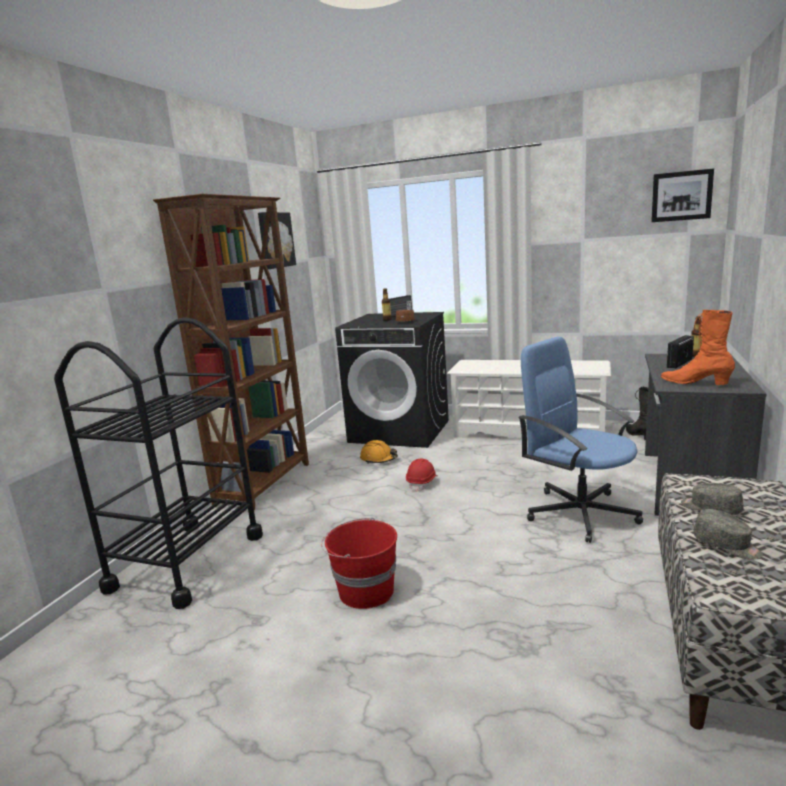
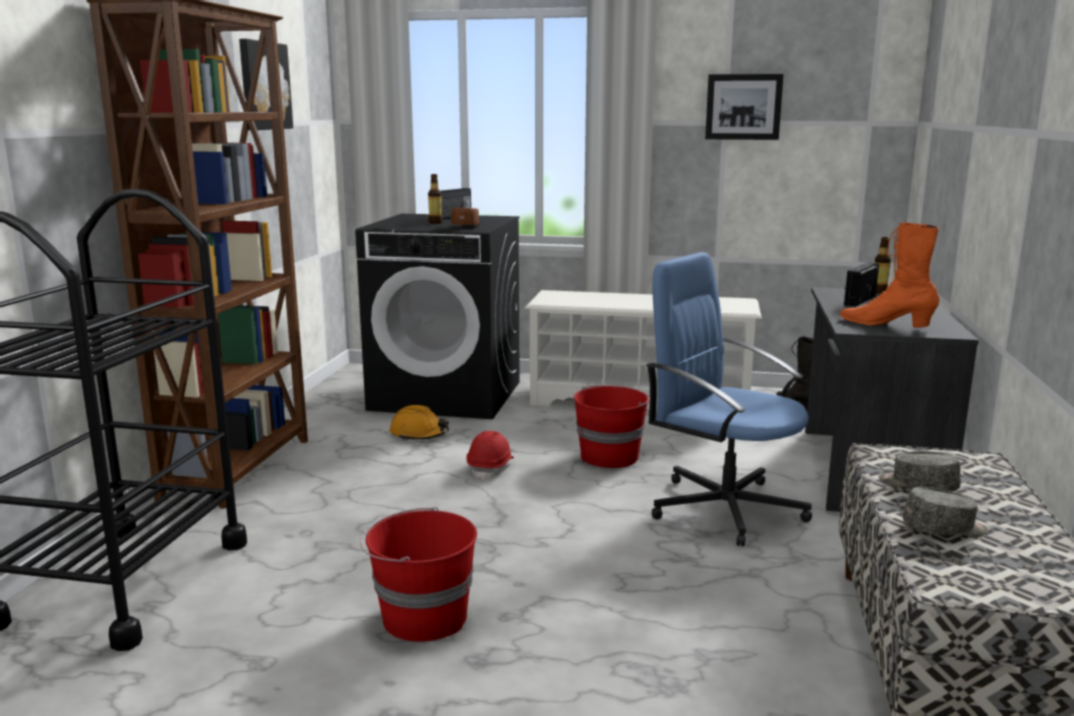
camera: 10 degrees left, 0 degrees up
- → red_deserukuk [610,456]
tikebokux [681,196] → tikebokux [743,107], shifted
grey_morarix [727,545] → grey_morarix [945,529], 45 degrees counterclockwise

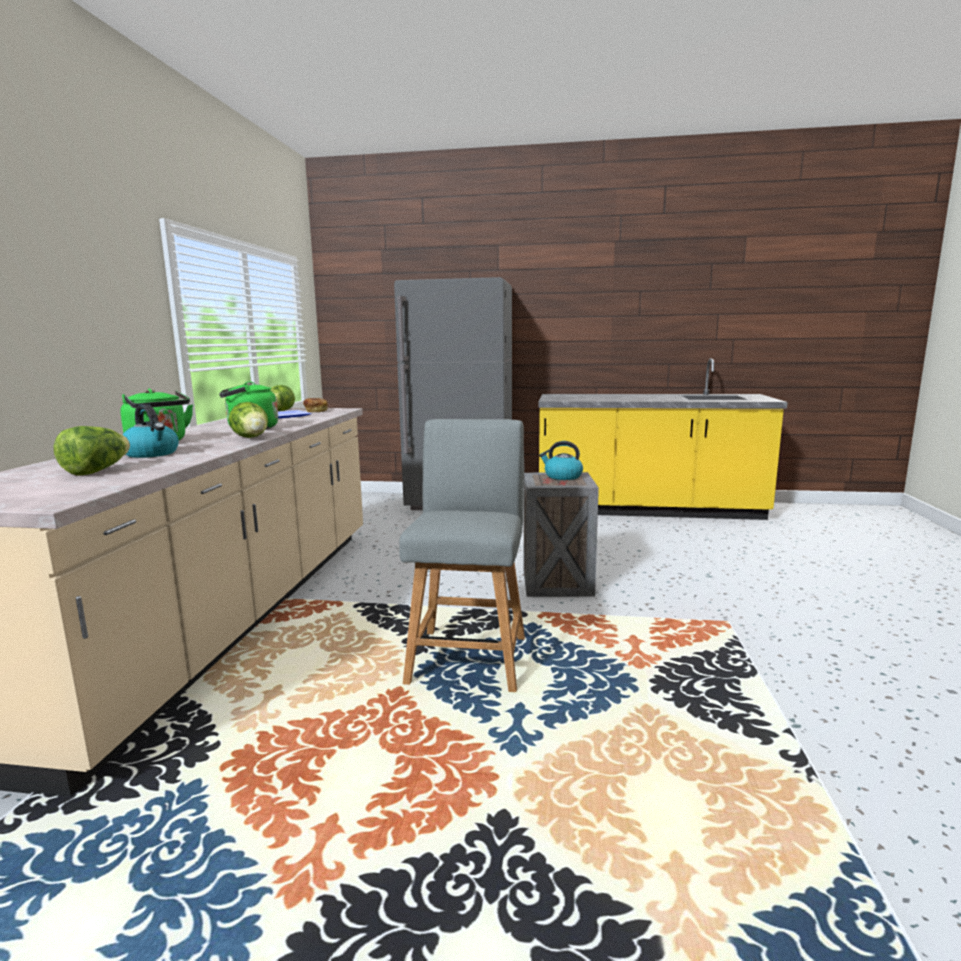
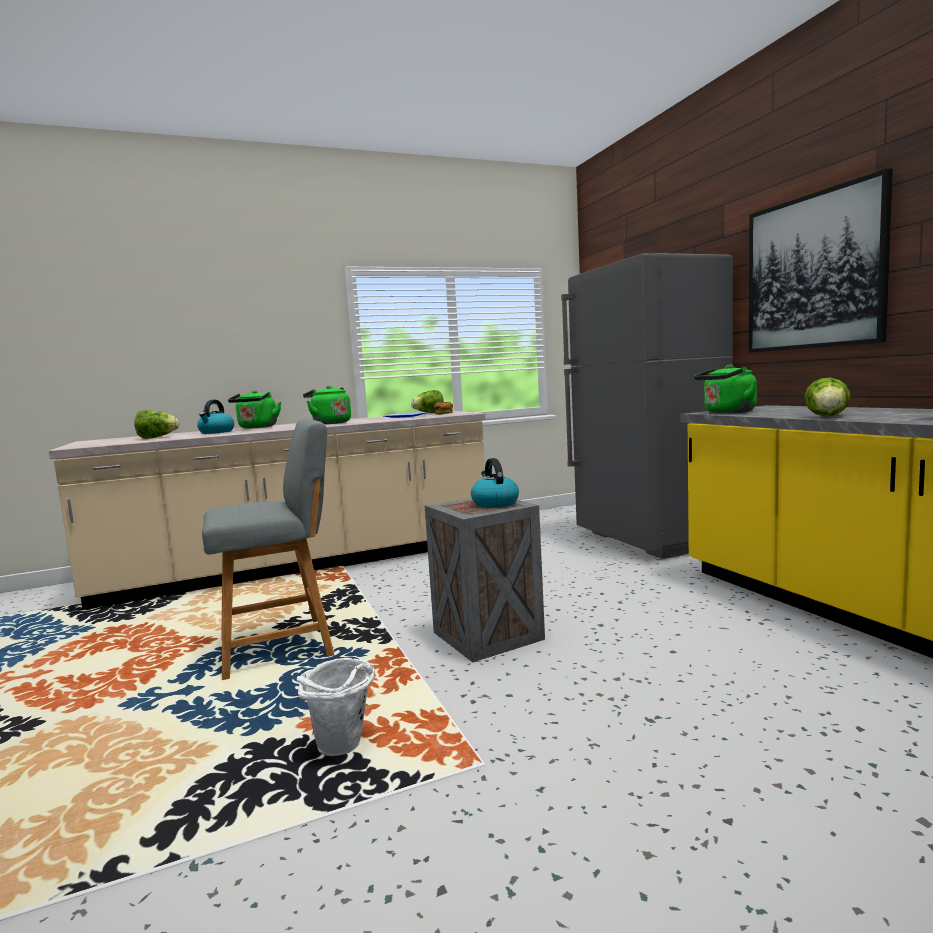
camera: 60 degrees right, 5 degrees down
- → white_deserukuk [343,750]
- → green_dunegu [727,412]
- → tikebokux [814,272]
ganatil [252,438] → ganatil [828,416], shifted

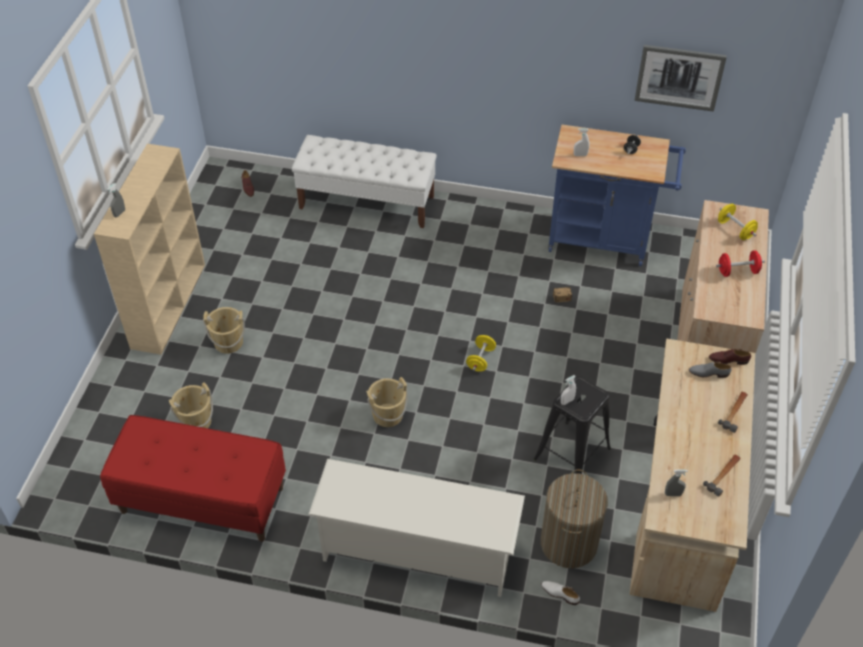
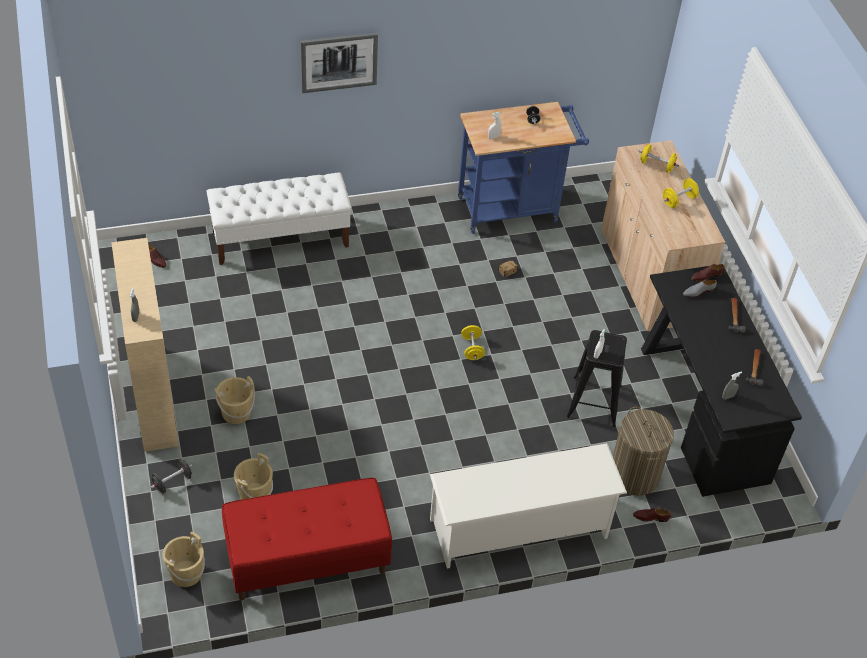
camera: 30 degrees left, 0 degrees up
- → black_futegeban [172,482]
beige_deserukuk [387,415] → beige_deserukuk [186,573], shifted
tikebokux [679,77] → tikebokux [339,62], shifted
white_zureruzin [560,594] → brown_zureruzin [651,517]
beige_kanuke [682,504] → black_kanuke [701,410]
red_futegeban [737,271] → yellow_futegeban [679,200]

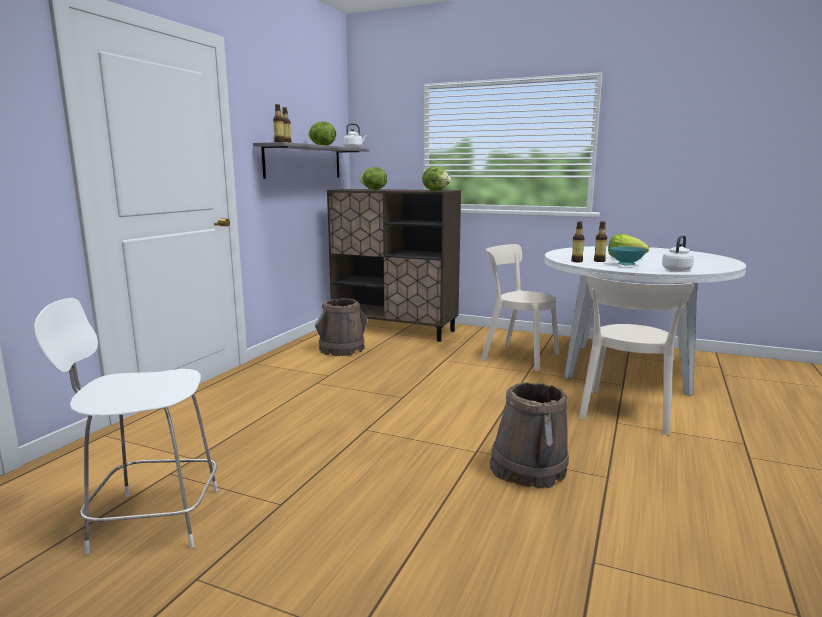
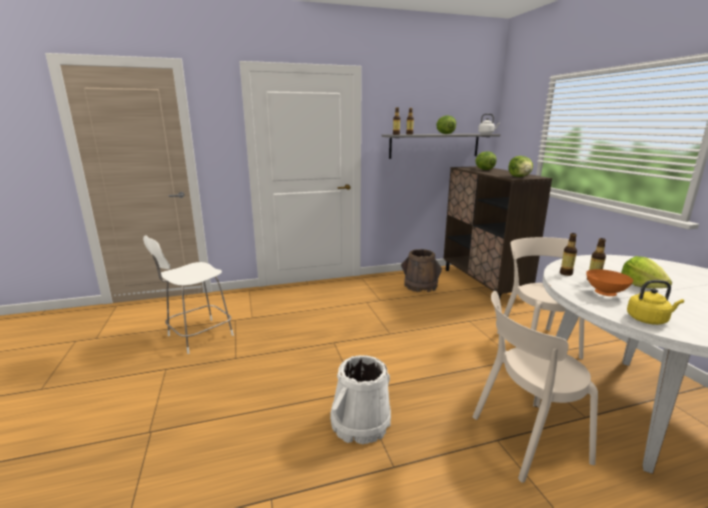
camera: 50 degrees right, 5 degrees up
brown_deserukuk [528,469] → white_deserukuk [360,422]
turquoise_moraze [626,265] → orange_moraze [605,293]
white_dunegu [677,269] → yellow_dunegu [648,319]
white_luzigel [151,519] → white_luzigel [198,336], 90 degrees counterclockwise

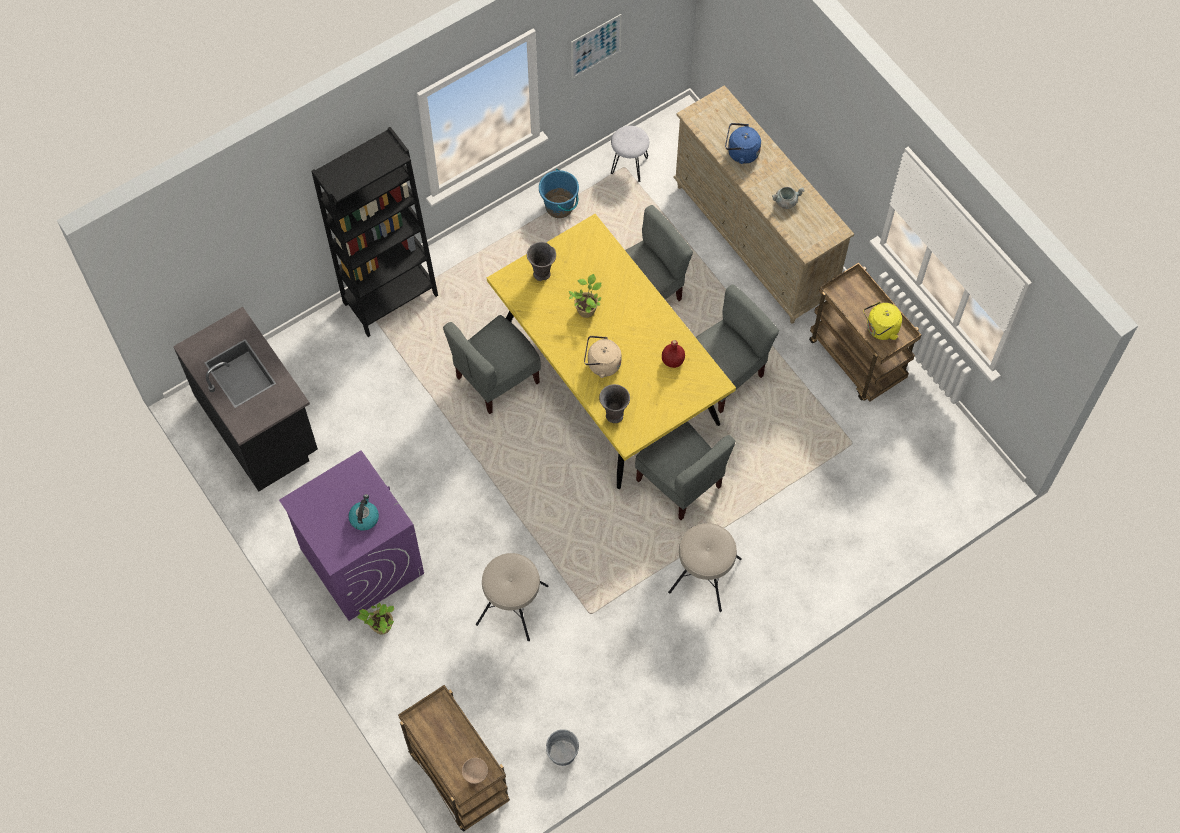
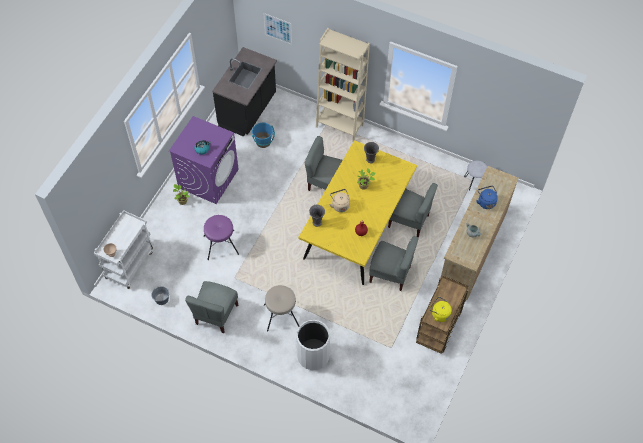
camera: 60 degrees right, 5 degrees down
- → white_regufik [313,355]
blue_deserukuk [559,207] → blue_deserukuk [263,142], shifted
tikebokux [596,46] → tikebokux [278,28], shifted
grey_luzigel [680,482] → grey_luzigel [216,314], shifted
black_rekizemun [390,299] → beige_rekizemun [339,125]
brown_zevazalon [457,776] → white_zevazalon [129,263]
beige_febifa [513,605] → purple_febifa [221,245]

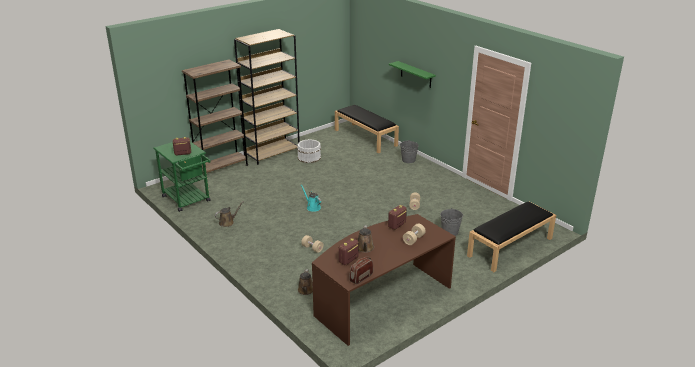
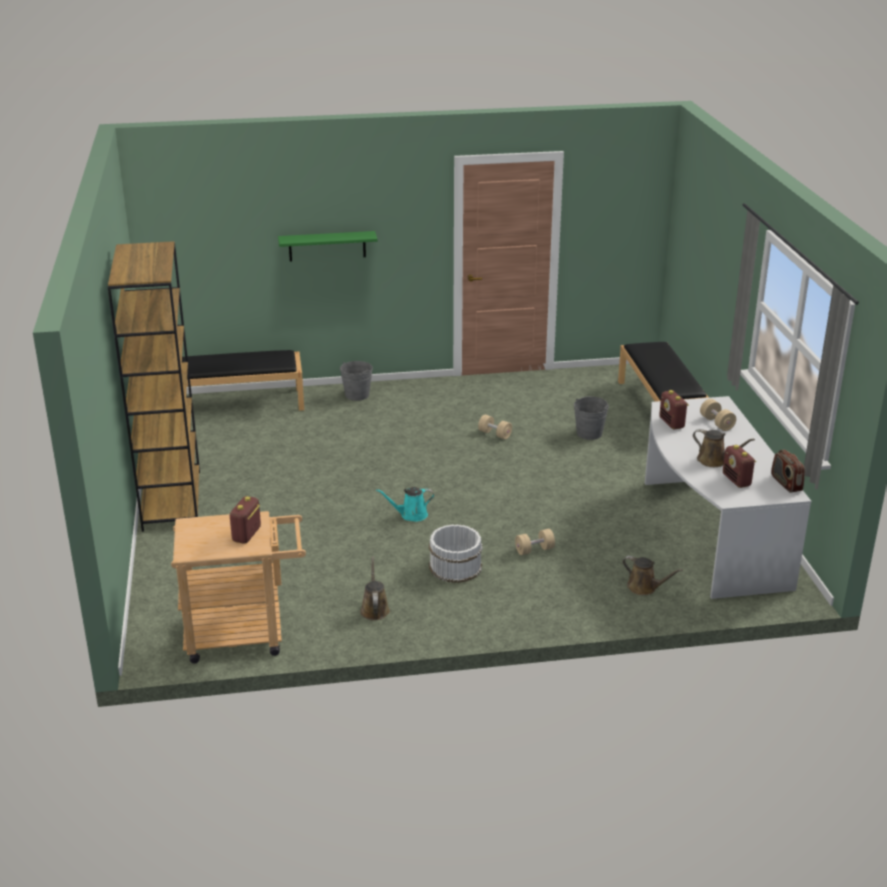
camera: 60 degrees left, 0 degrees up
brown_rekizemun [222,168] → -
white_deserukuk [309,157] → white_deserukuk [454,567], shifted
green_zevazalon [188,200] → beige_zevazalon [245,635]
brown_kanuke [381,299] → white_kanuke [708,534]

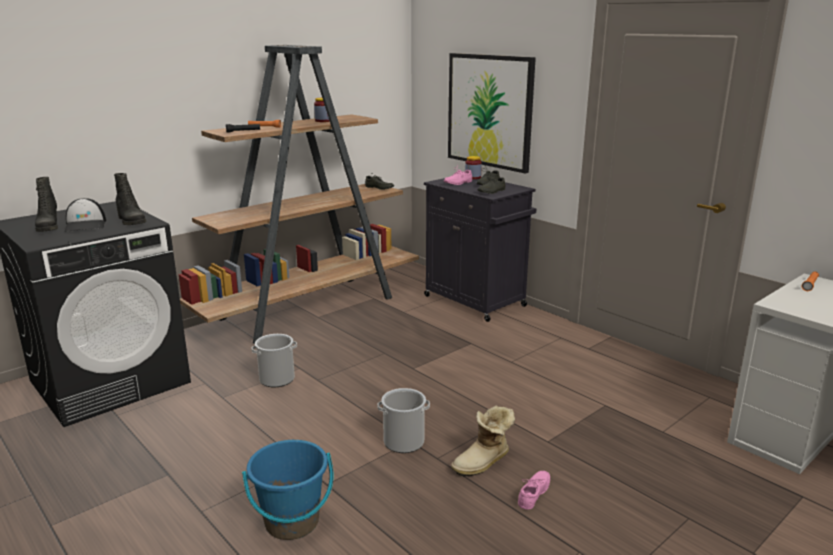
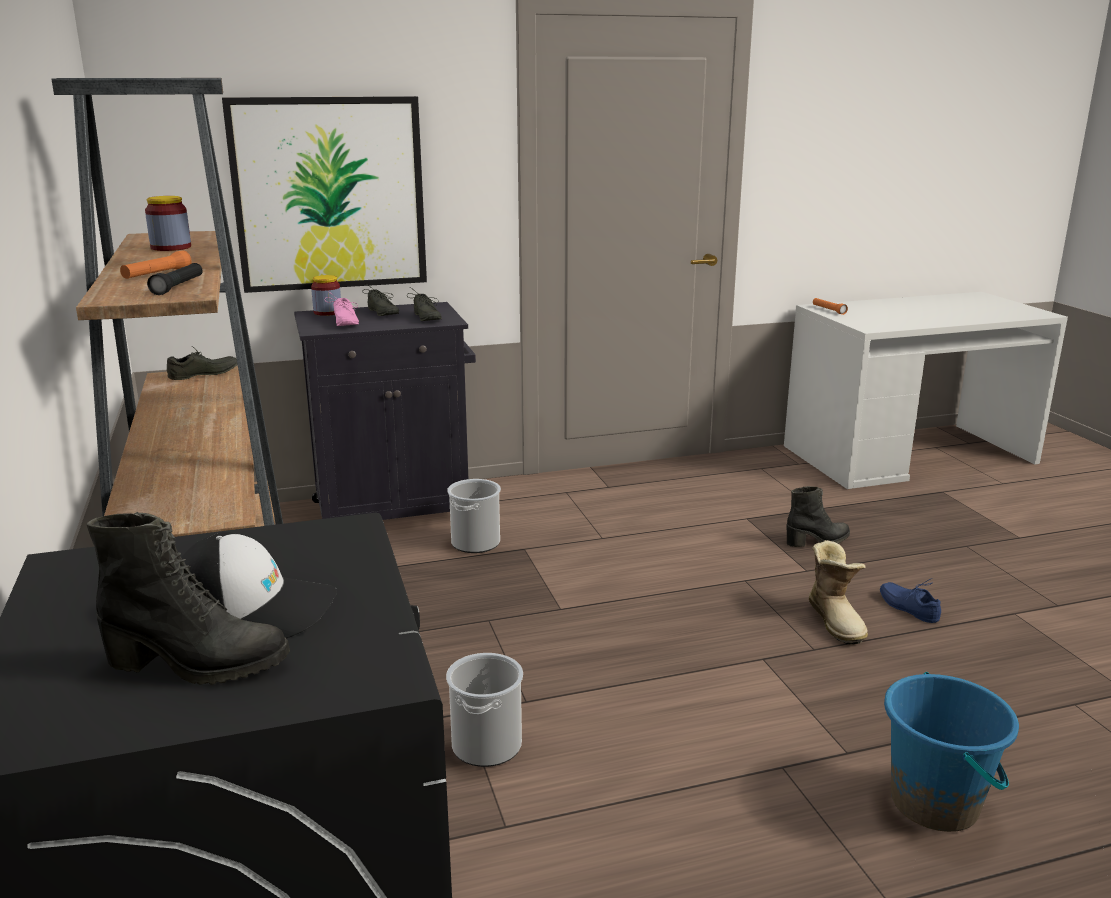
camera: 65 degrees left, 0 degrees up
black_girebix [131,221] → black_girebix [818,541], shifted
deserukuk [403,442] → deserukuk [475,543], shifted
pink_zureruzin [536,494] → blue_zureruzin [910,607]

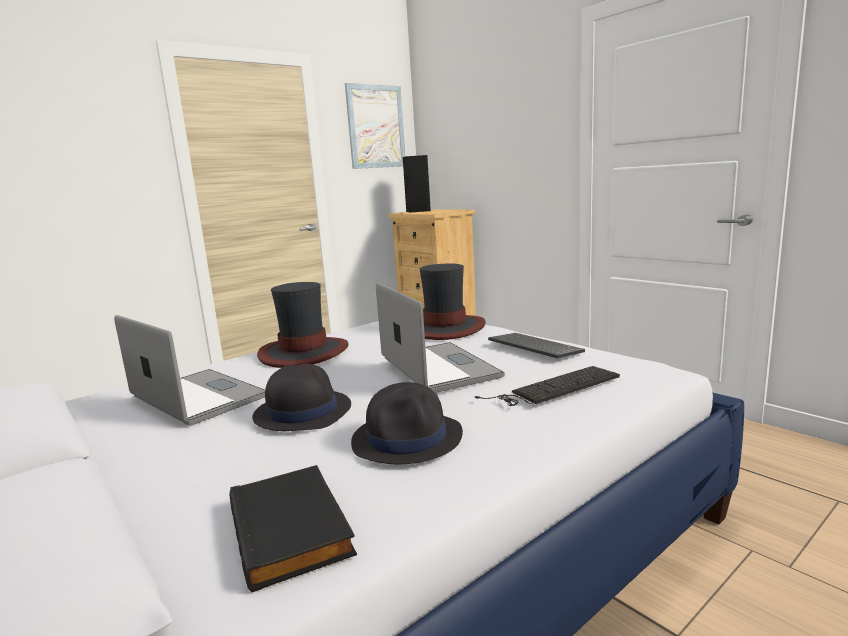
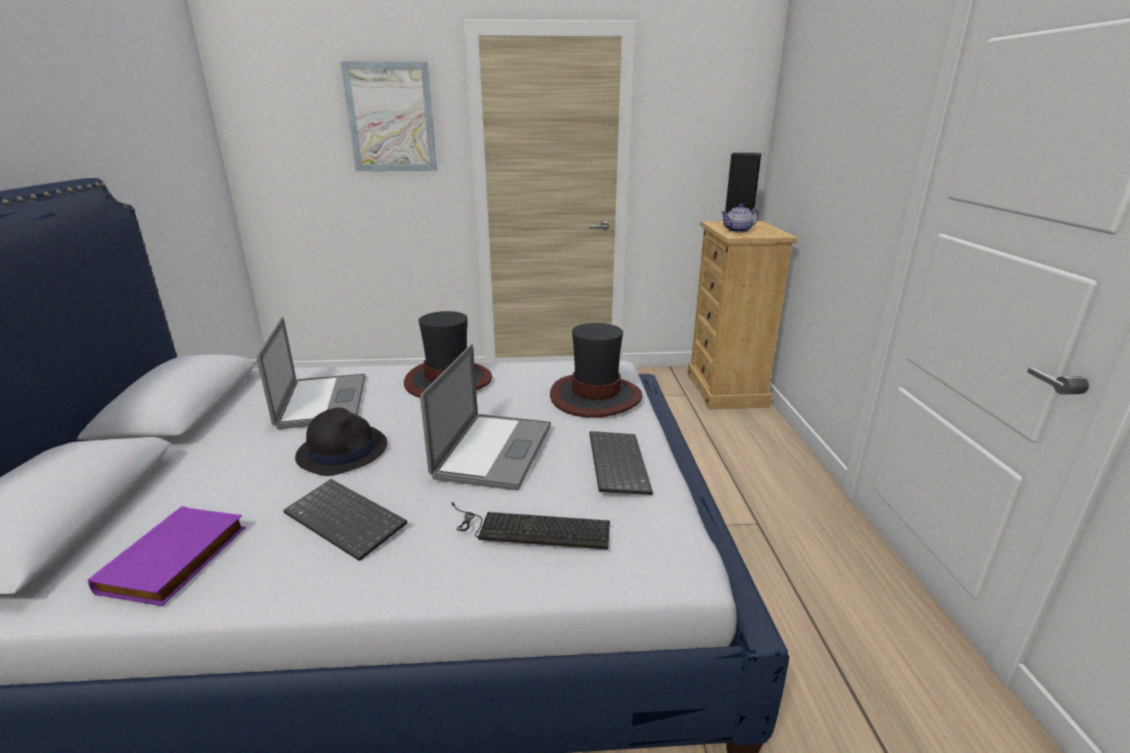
camera: 35 degrees right, 10 degrees up
- → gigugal [738,231]
tikebokux [376,127] → tikebokux [391,118], shifted
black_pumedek [408,438] → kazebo [348,519]
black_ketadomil [293,529] → purple_ketadomil [176,560]

